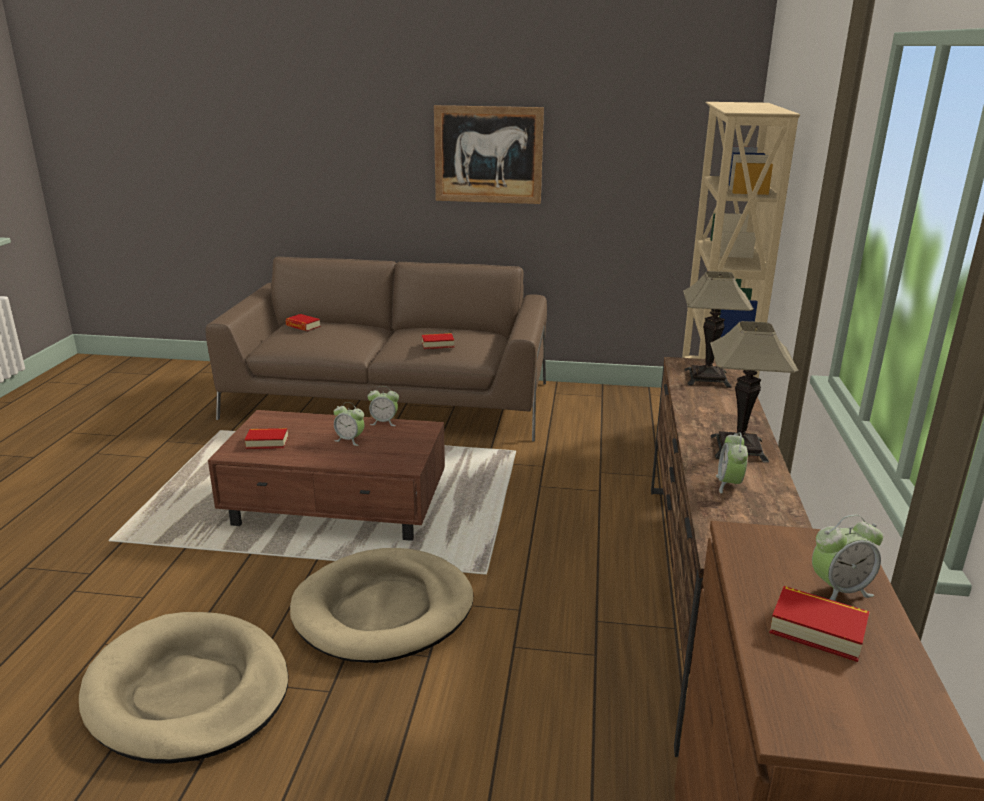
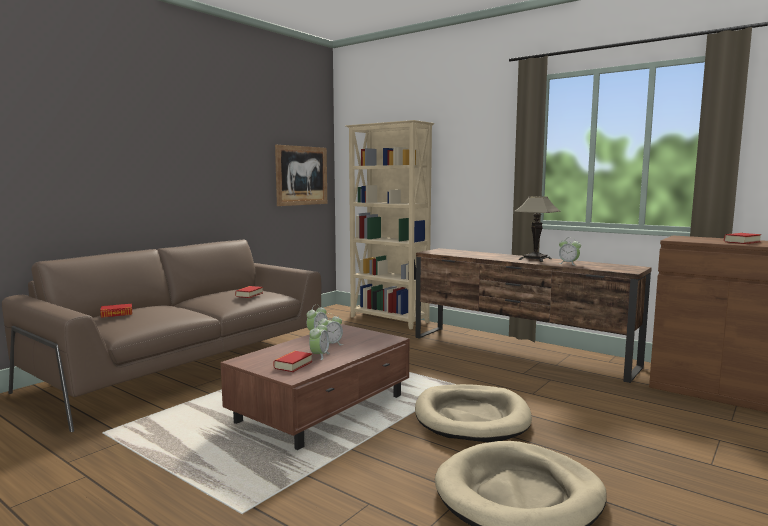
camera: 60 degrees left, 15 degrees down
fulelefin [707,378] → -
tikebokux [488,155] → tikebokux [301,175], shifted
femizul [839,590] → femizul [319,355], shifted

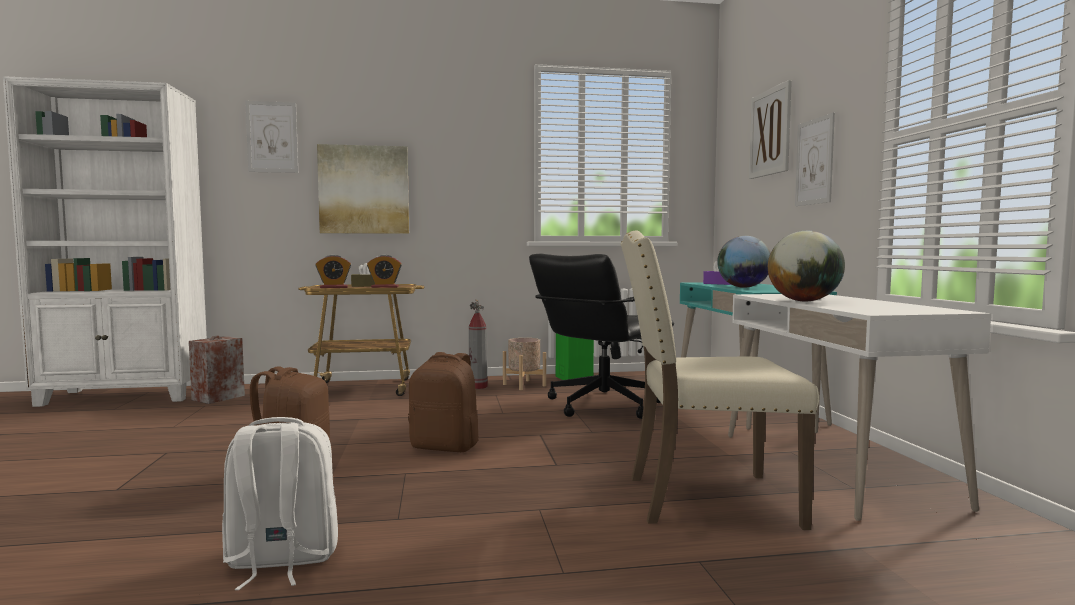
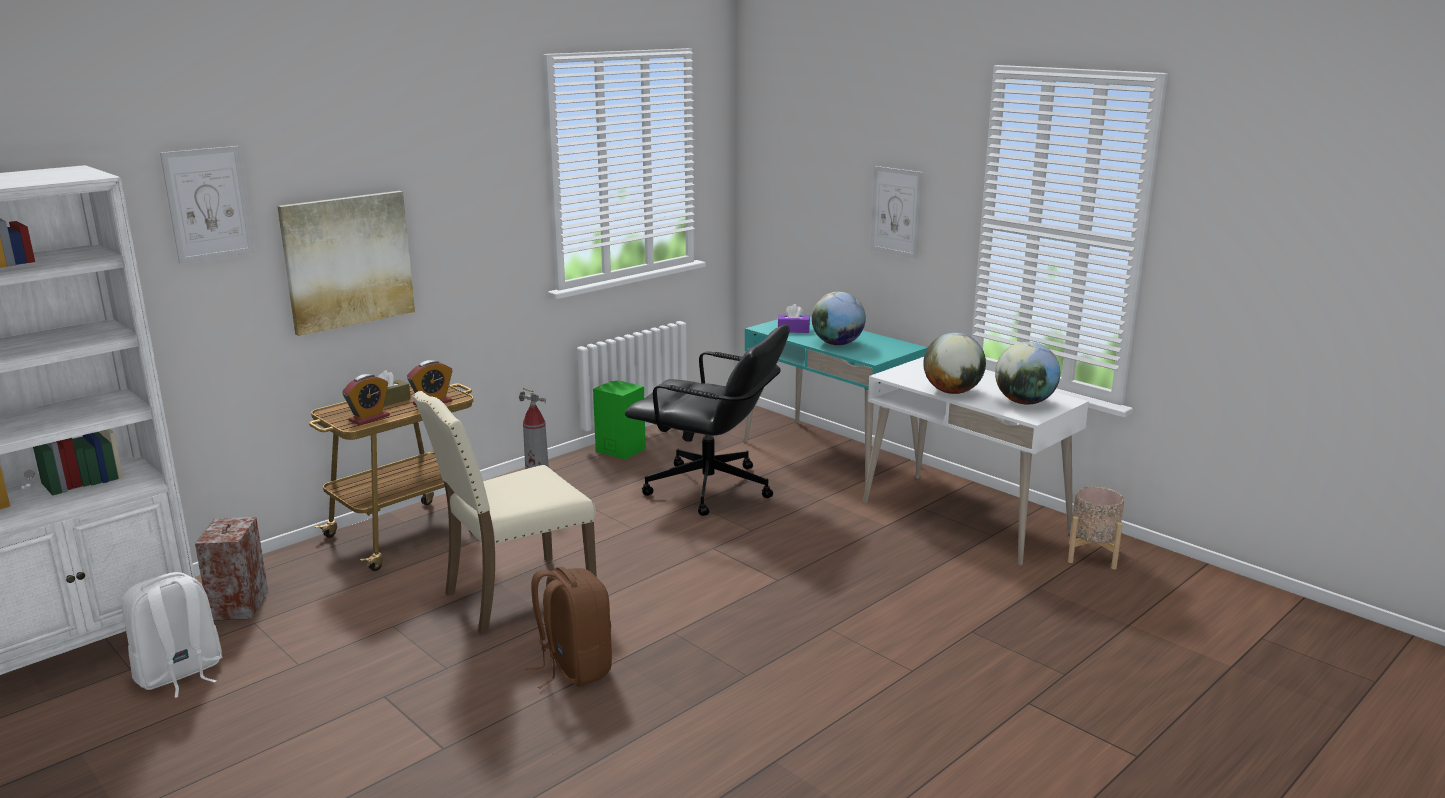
camera: 35 degrees left, 15 degrees up
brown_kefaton [445,446] → -
tikebokux [770,132] → -
- → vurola [1024,402]
white_kefaton [281,560] → white_kefaton [179,674], shifted
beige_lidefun [524,385] → beige_lidefun [1091,555], shifted
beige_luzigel [706,499] → beige_luzigel [515,596], shifted
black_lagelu [601,405] → black_lagelu [710,489], 75 degrees counterclockwise

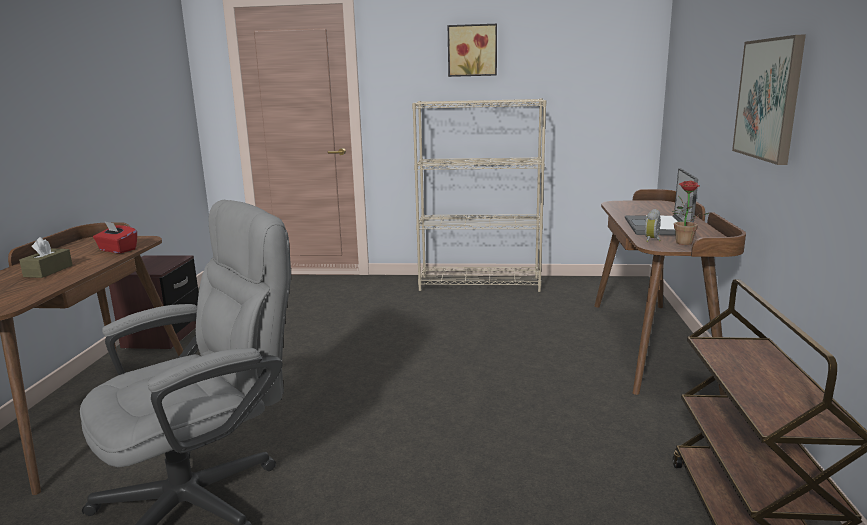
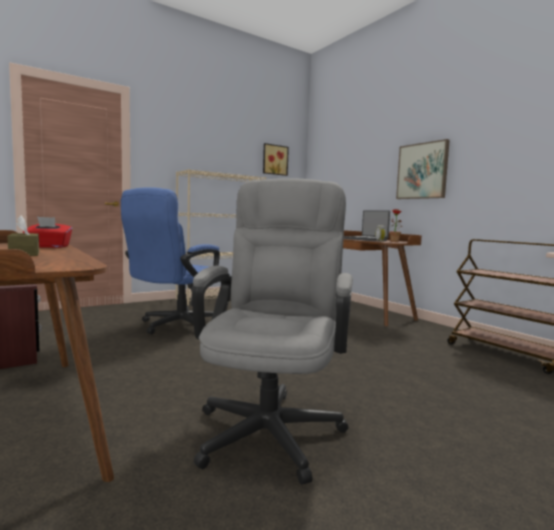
camera: 40 degrees left, 10 degrees down
- → blue_lagelu [174,326]
tikebokux [472,50] → tikebokux [274,160], shifted

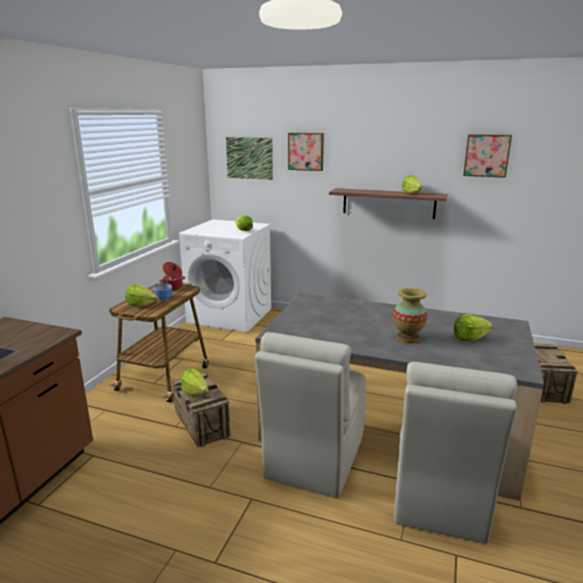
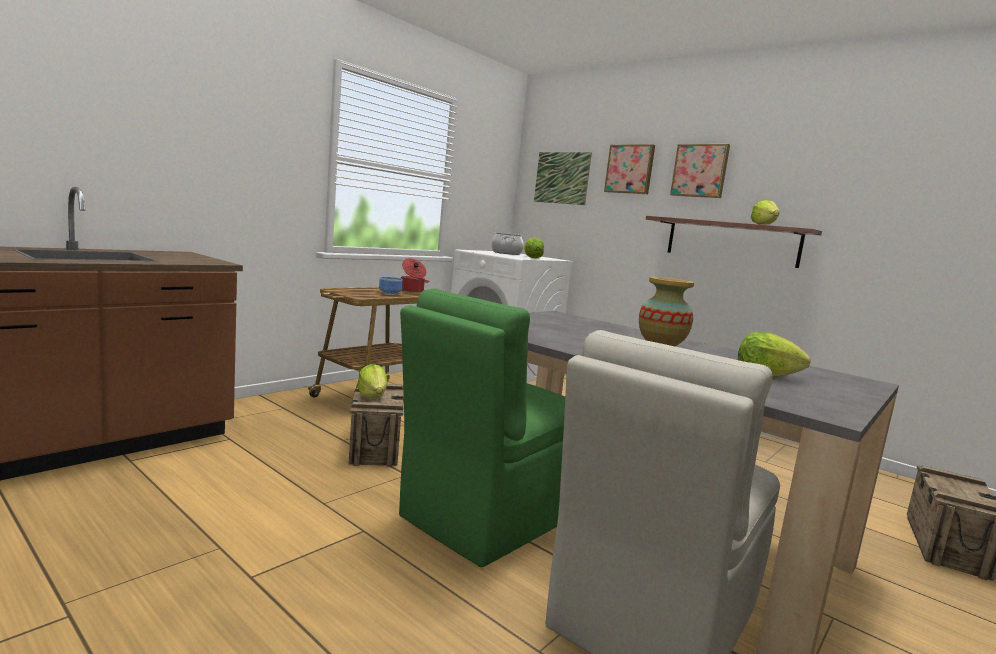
camera: 20 degrees right, 10 degrees down
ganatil [141,305] → -
- → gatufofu [506,253]
tikebokux [486,155] → tikebokux [700,171], shifted
beige_luzigel [314,458] → green_luzigel [486,517]

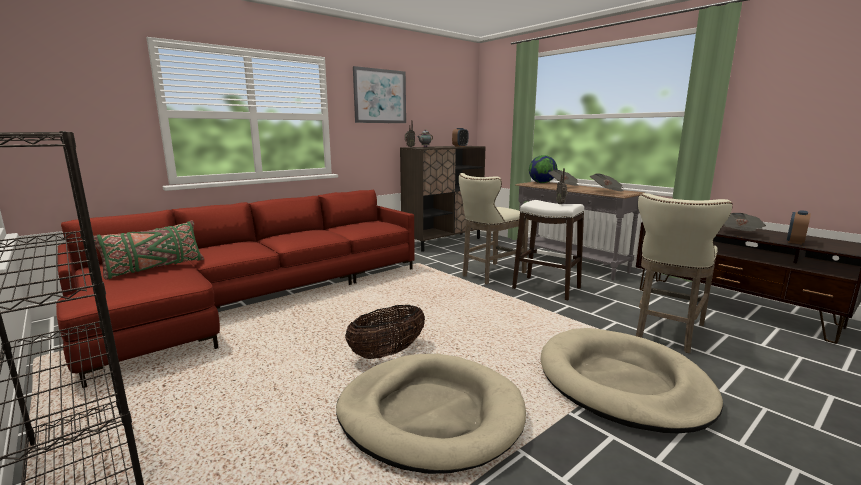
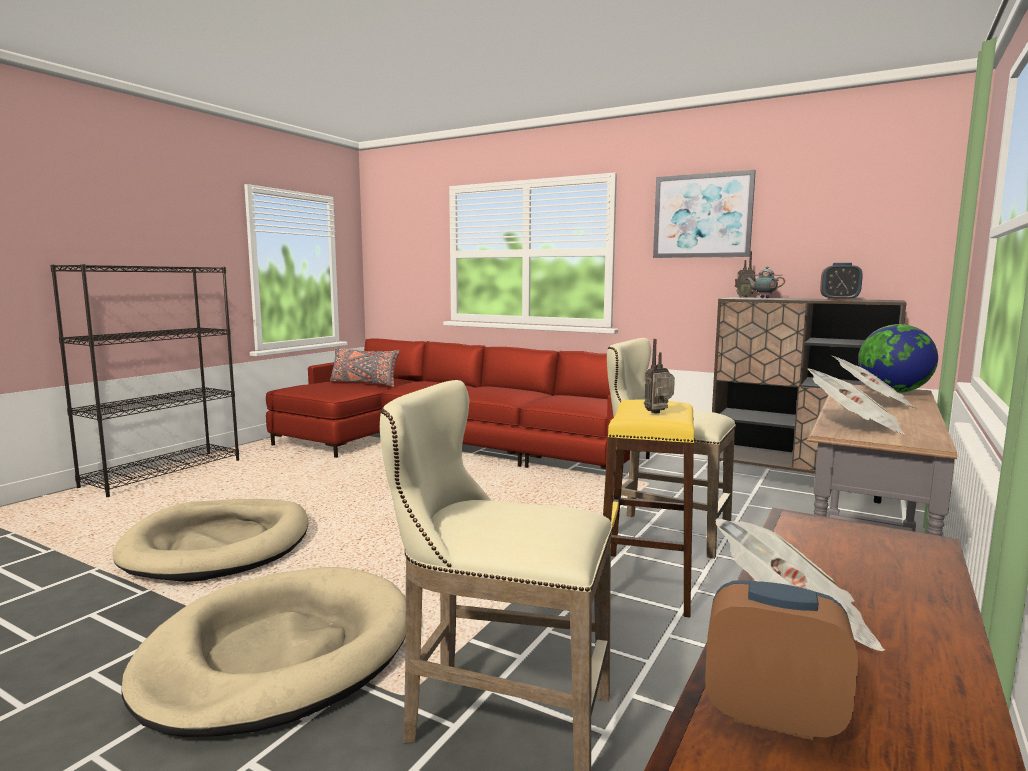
camera: 70 degrees right, 5 degrees down
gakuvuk [387,353] → -
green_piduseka [155,268] → grey_piduseka [364,383]
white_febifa [546,288] → yellow_febifa [646,582]

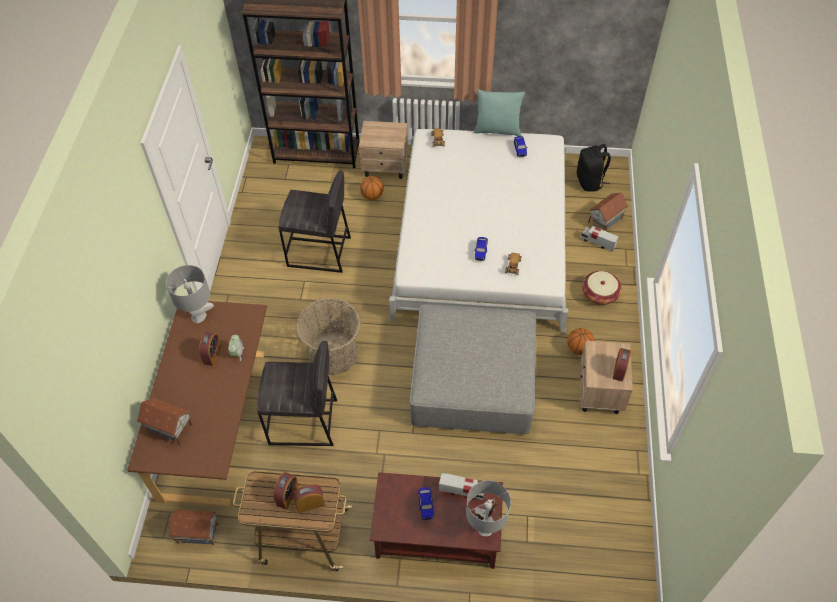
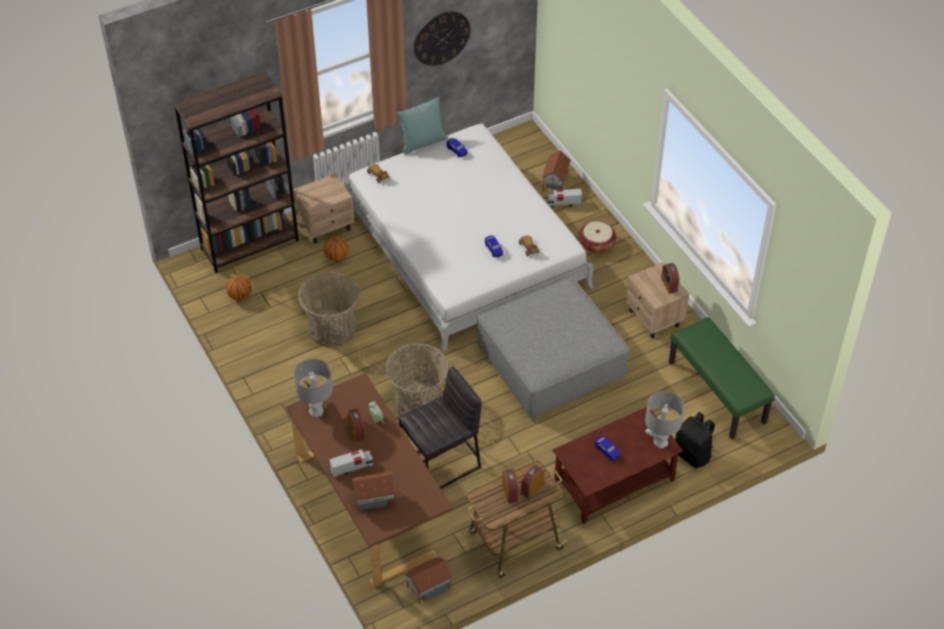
camera: 35 degrees left, 5 degrees down
- → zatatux [441,38]
- → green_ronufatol [717,392]
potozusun [462,491] → potozusun [352,468], shifted
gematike [579,349] → gematike [240,296], shifted
black_kefaton [590,182] → black_kefaton [693,454], shifted
grey_febifa [319,252] → gakuvuk [332,327]

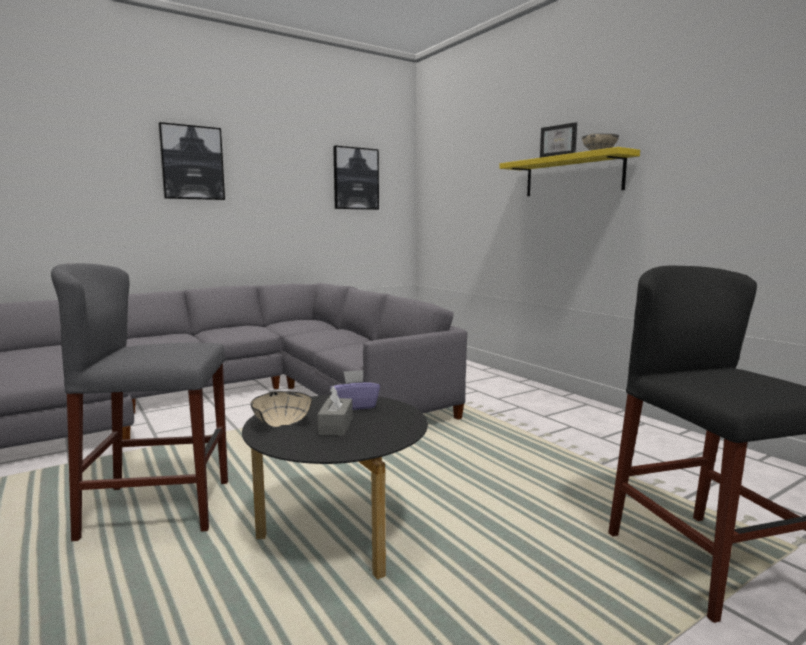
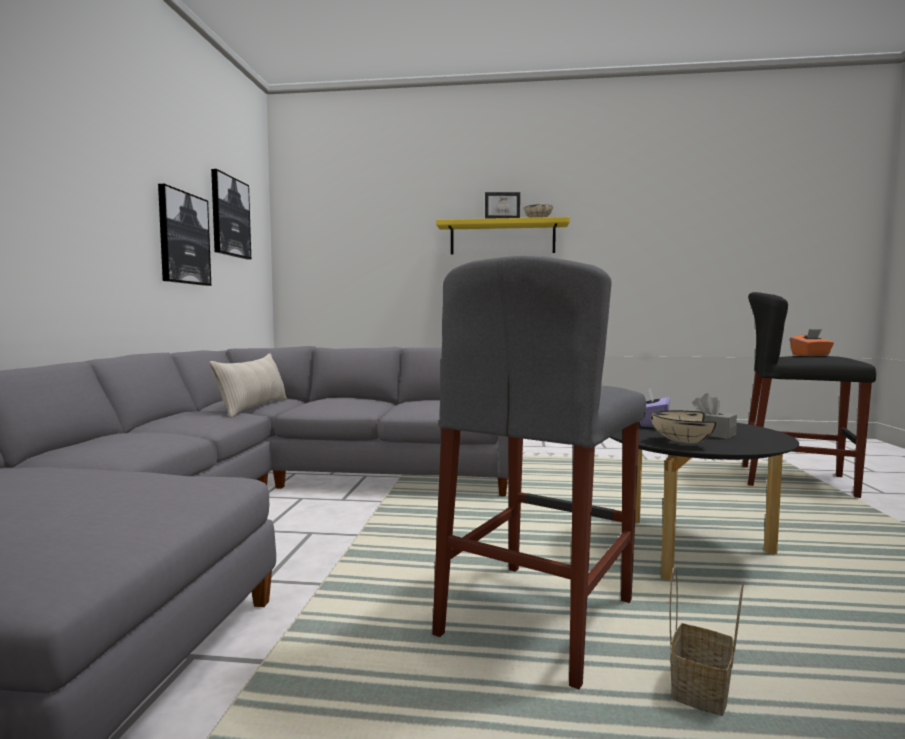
camera: 50 degrees left, 5 degrees down
- → beige_piduseka [253,407]
- → gakuvuk [701,692]
- → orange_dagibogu [811,355]
tikebokux [192,163] → tikebokux [183,238], shifted

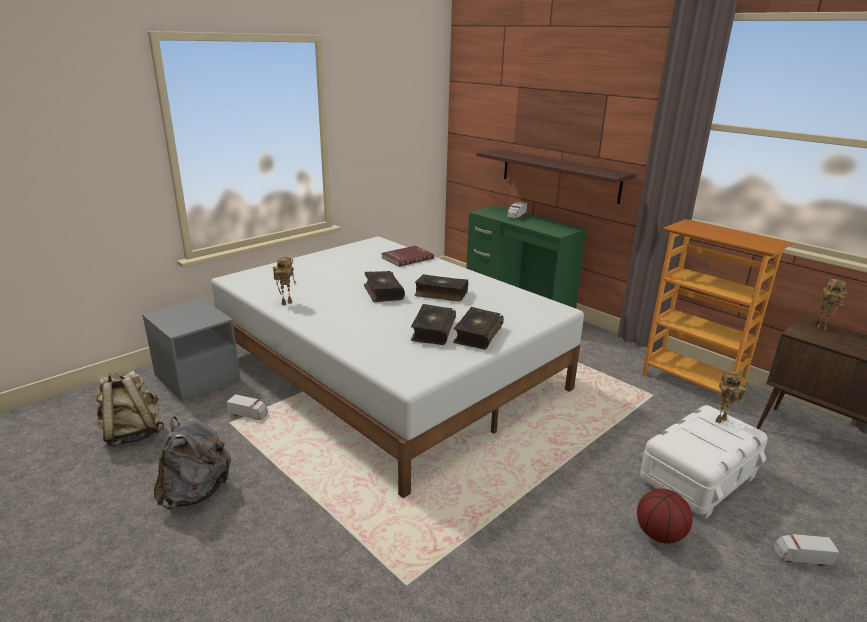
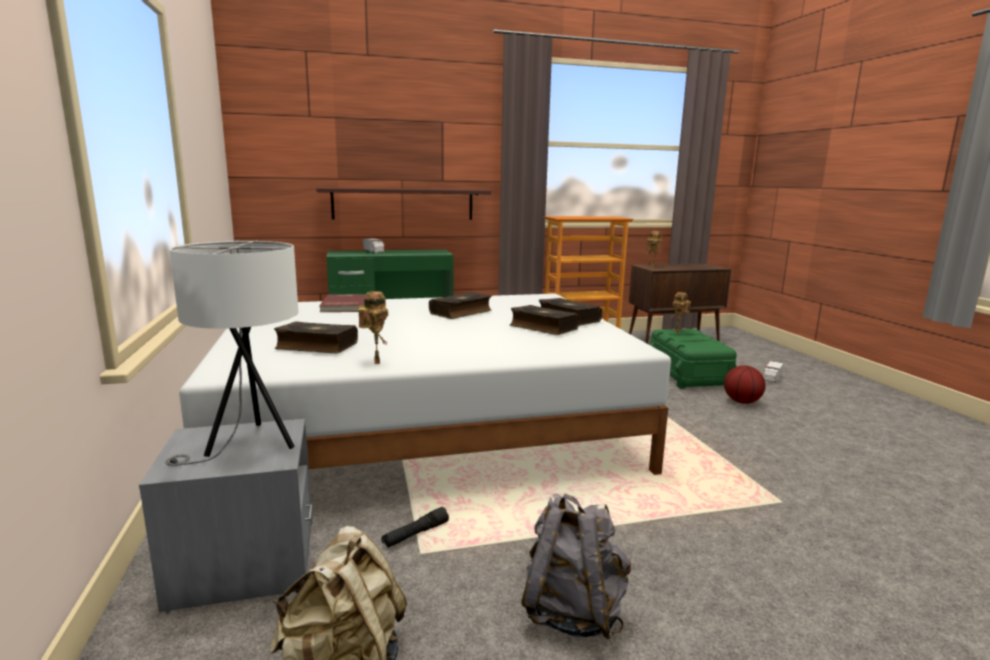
camera: 60 degrees left, 10 degrees down
- → white_fulelefin [247,445]
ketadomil [382,292] → ketadomil [316,346], shifted
potozusun [248,414] → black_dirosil [415,534]
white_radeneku [698,478] → green_radeneku [688,375]

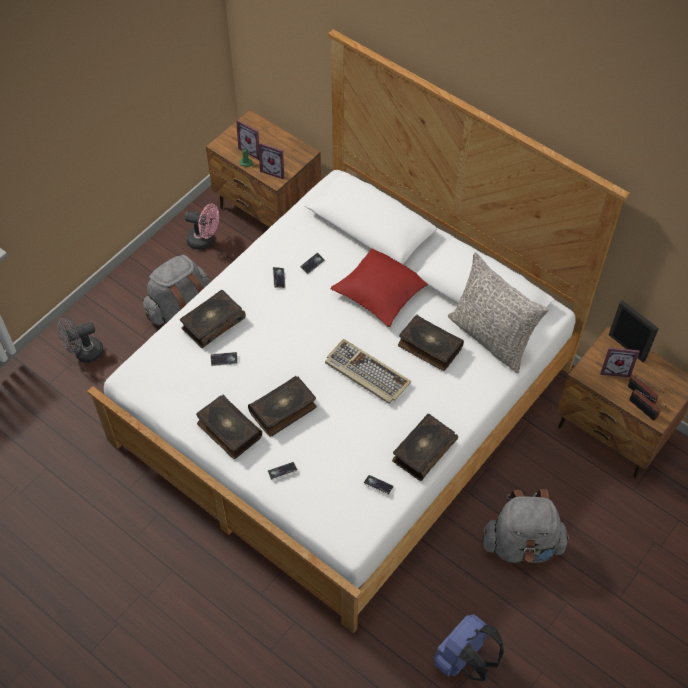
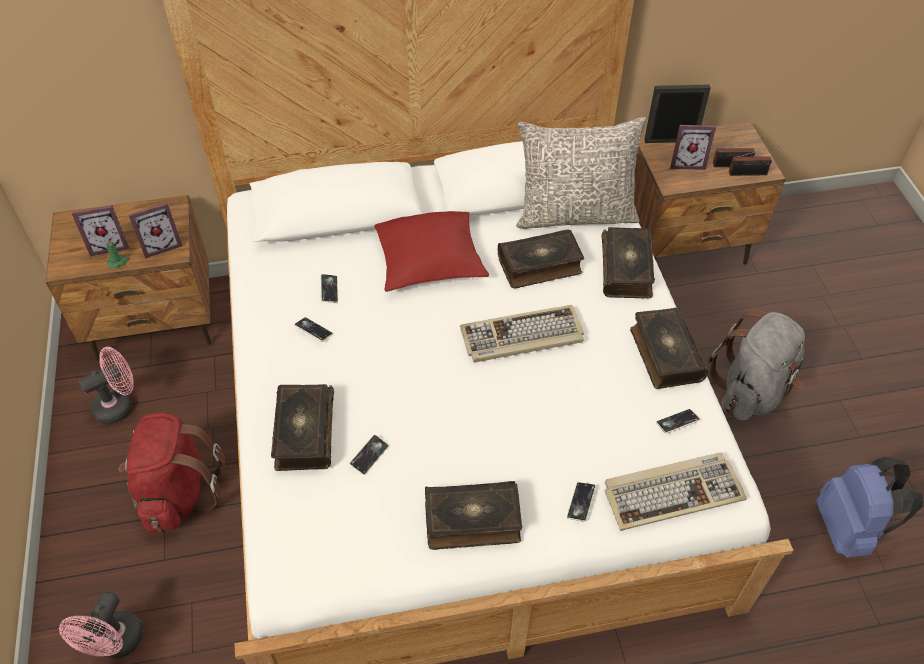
camera: 50 degrees left, 5 degrees down
- → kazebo [673,492]
ketadomil [283,410] → ketadomil [627,270], shifted
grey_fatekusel [84,353] → pink_fatekusel [116,644]
grey_kefaton [180,309] → red_kefaton [178,492]
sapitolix [615,368] → sapitolix [686,162], 45 degrees clockwise

